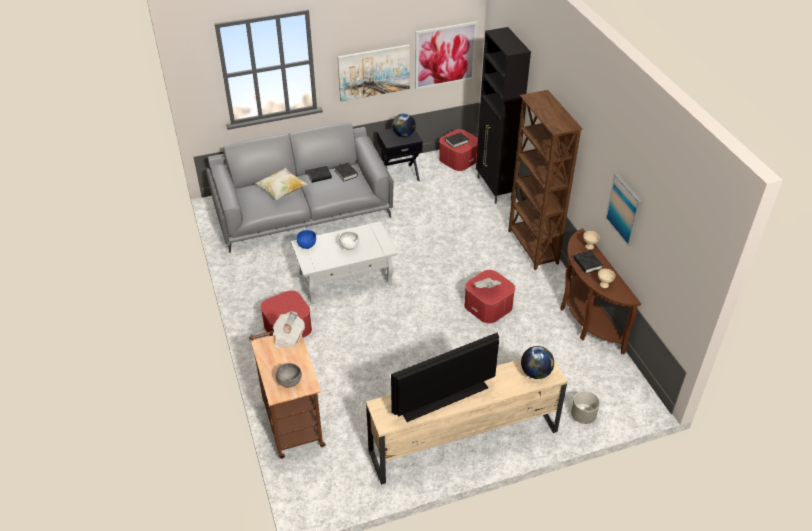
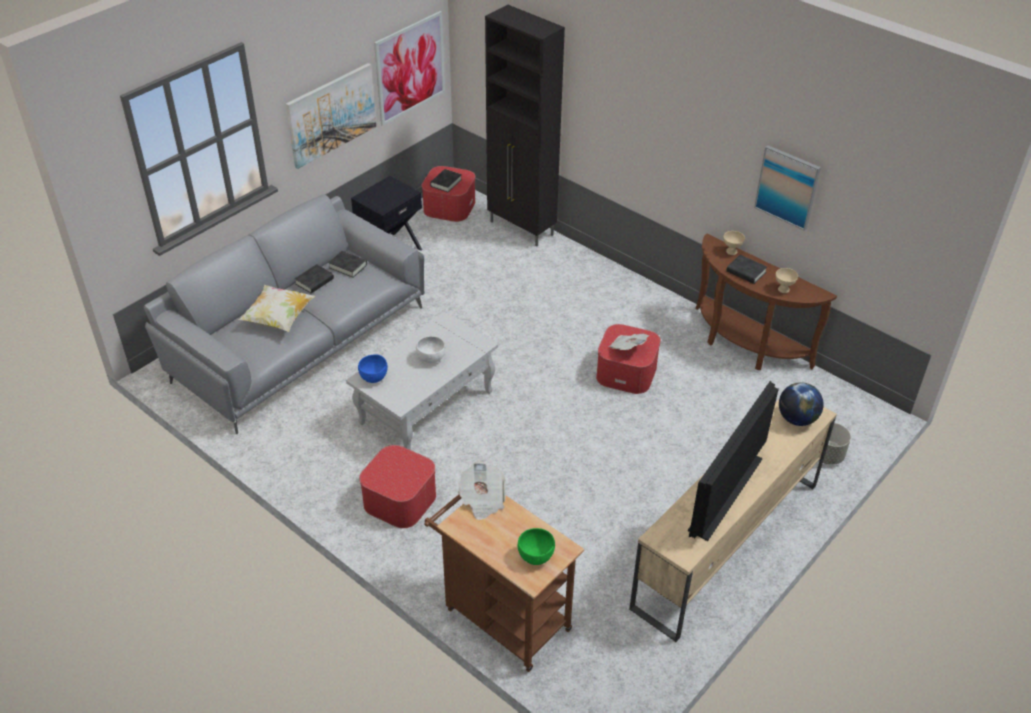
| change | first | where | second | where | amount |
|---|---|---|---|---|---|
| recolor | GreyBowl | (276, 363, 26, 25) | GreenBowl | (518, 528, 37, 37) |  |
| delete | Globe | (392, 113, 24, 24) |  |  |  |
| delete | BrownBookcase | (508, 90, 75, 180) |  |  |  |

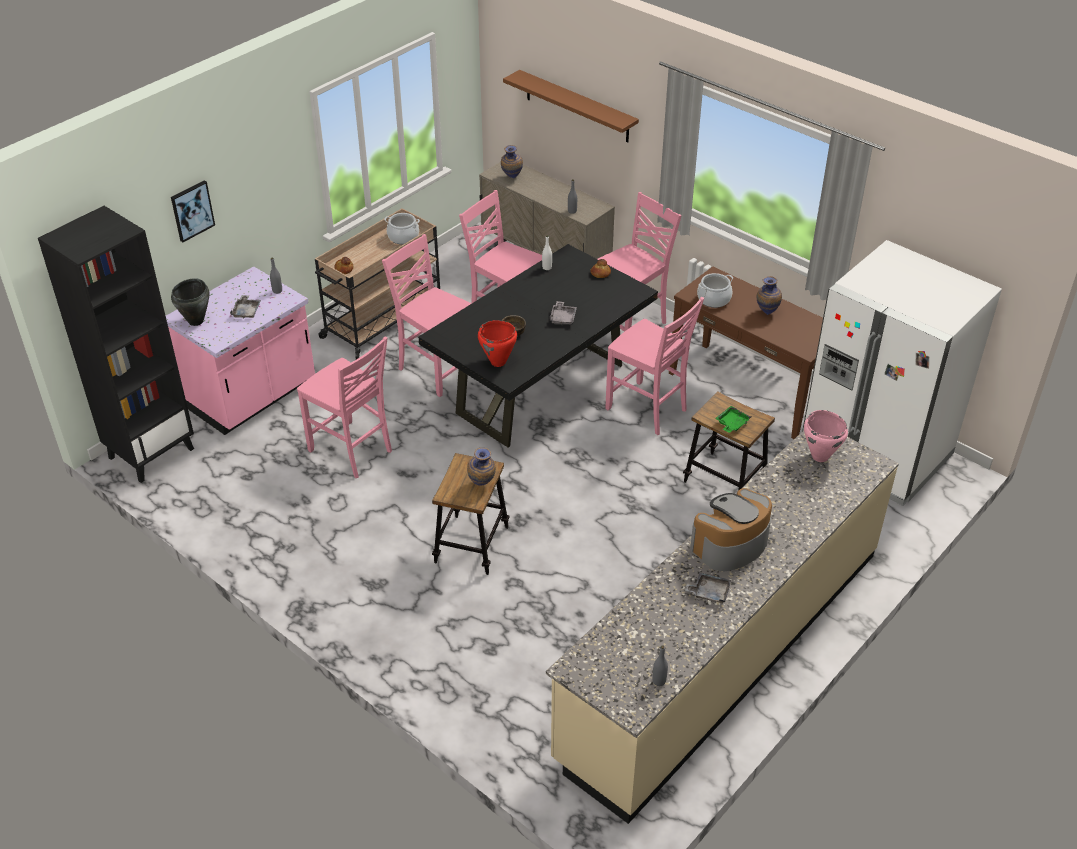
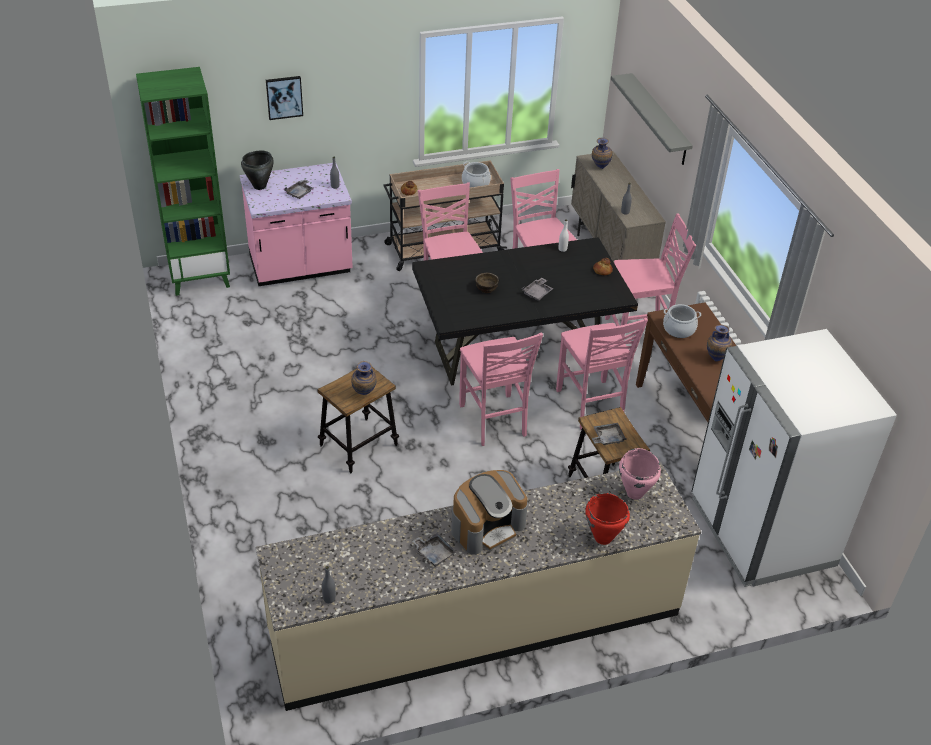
| change | first | where | second | where | amount |
|---|---|---|---|---|---|
| recolor | BlackBookcase | (38, 206, 156, 277) | GreenBookcase | (136, 67, 94, 229) |  |
| rotate | CoffeeMachine | (690, 488, 82, 83) |  | (451, 470, 77, 85) | 150 degrees clockwise |
| move | PinkChair | (297, 337, 95, 141) |  | (459, 332, 84, 114) |  |
| move | RedCookingPot | (478, 320, 39, 47) |  | (585, 493, 45, 52) |  |
| recolor | GreenTray | (715, 406, 37, 27) | GreyTray | (592, 423, 35, 22) |  |
| recolor | BrownShelf | (503, 70, 136, 73) | GreyShelf | (611, 73, 82, 92) |  |

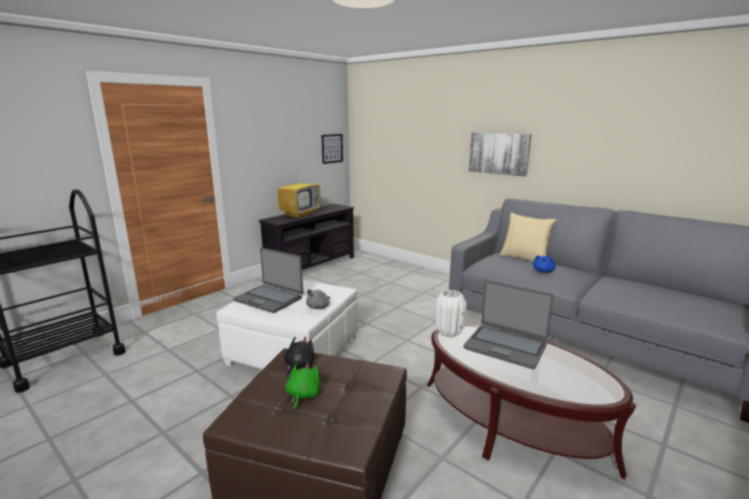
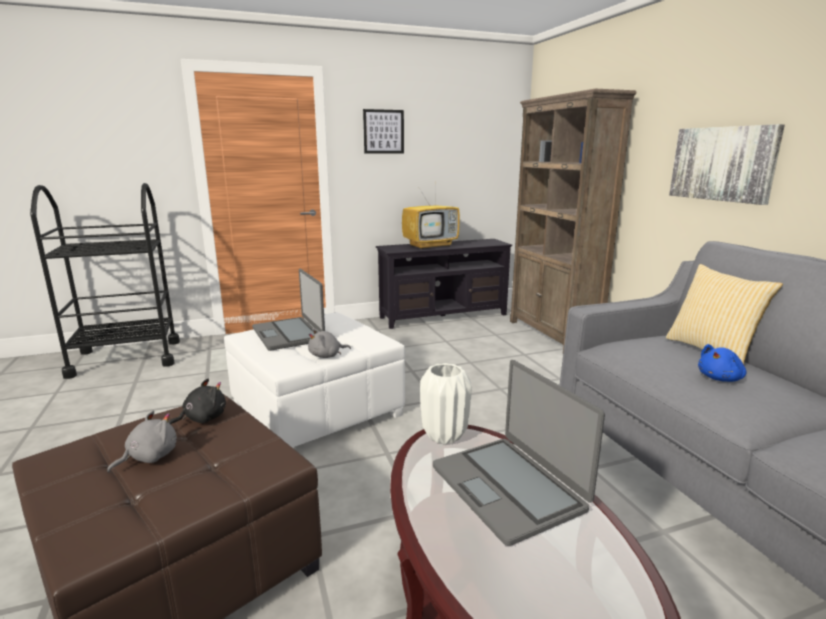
| change | first | where | second | where | amount |
|---|---|---|---|---|---|
| recolor | GreenPlushToy | (286, 363, 34, 48) | GreyPlushToy | (107, 410, 70, 63) |  |
| move | Picture | (321, 134, 22, 30) |  | (363, 109, 41, 45) |  |
| insert |  |  | BrownBookcase | (510, 89, 126, 263) |  |

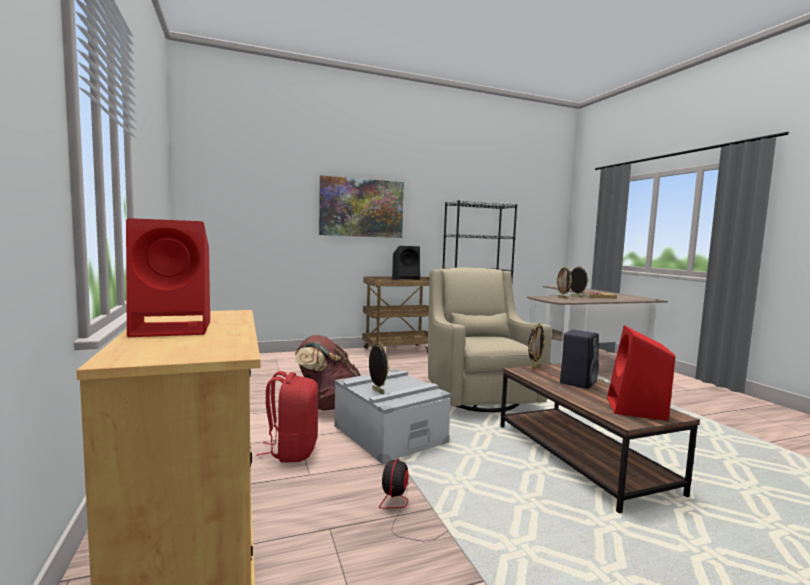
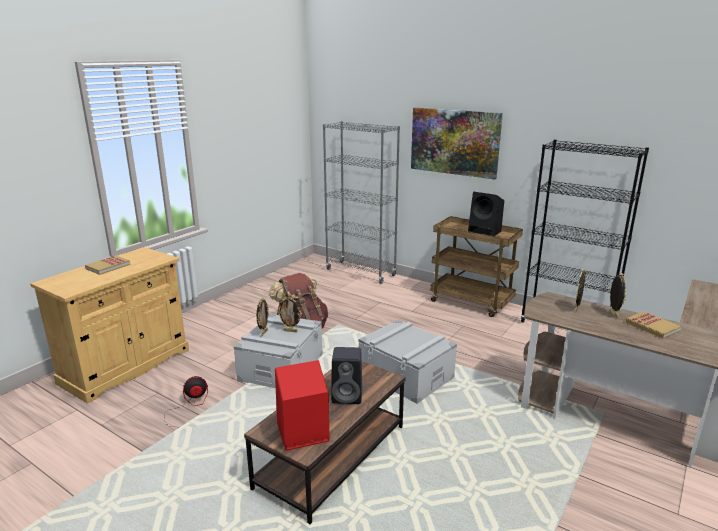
| change | first | where | second | where | amount |
|---|---|---|---|---|---|
| replace | RedSpeaker | (126, 218, 84, 119) | Book | (85, 256, 46, 19) |  |
| move | PictureFrame | (528, 323, 18, 46) |  | (277, 297, 25, 35) |  |
| insert |  |  | GreyBookcase | (323, 121, 77, 163) |  |
| replace | BeigeArmchair | (428, 267, 124, 145) | GreyStorageBox | (358, 319, 99, 85) |  |
| delete | RedBackpack | (256, 371, 62, 92) |  |  |  |

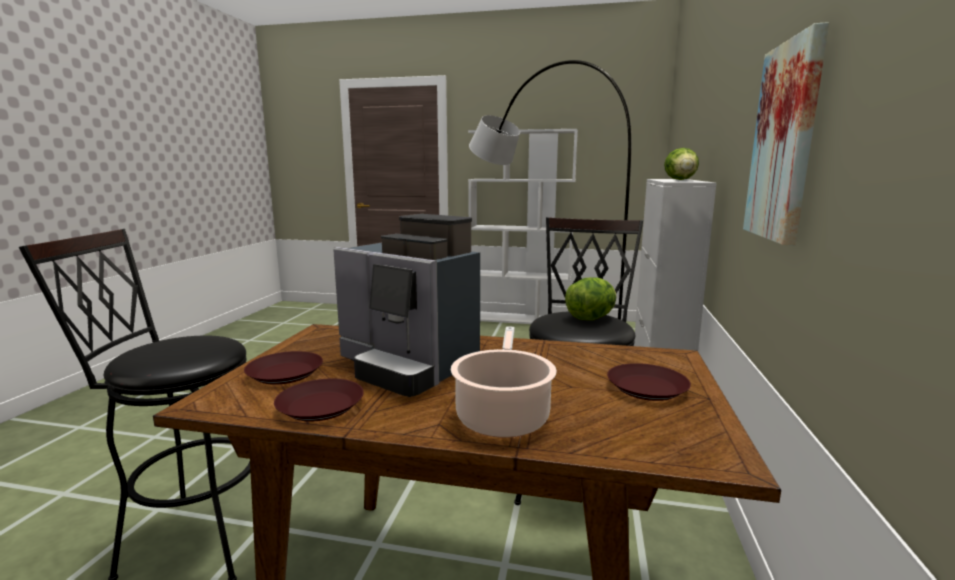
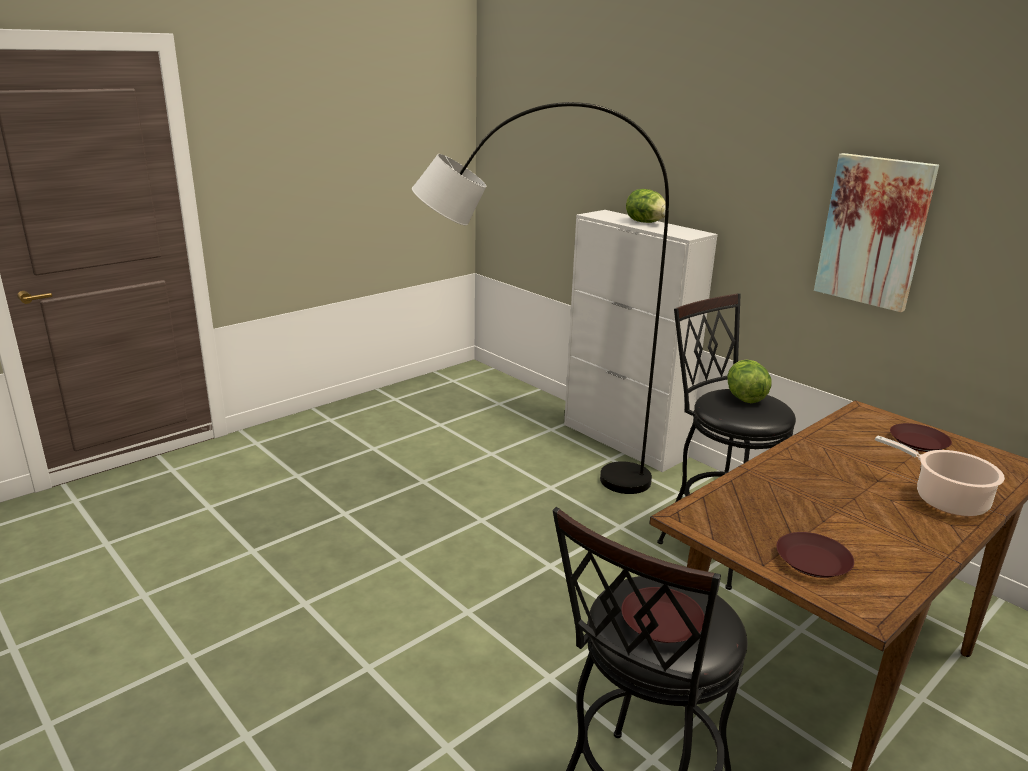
| change | first | where | second | where | amount |
|---|---|---|---|---|---|
| move | BrownPlate | (274, 379, 90, 42) |  | (621, 587, 84, 56) |  |
| delete | CoffeeMachine | (333, 214, 147, 183) |  |  |  |
| delete | WhiteBookcase | (468, 129, 110, 195) |  |  |  |

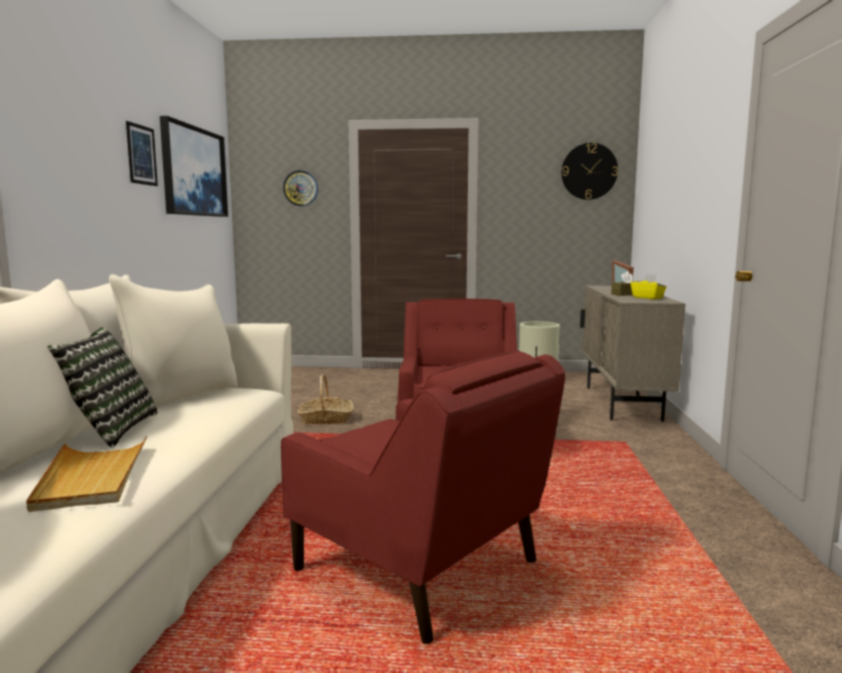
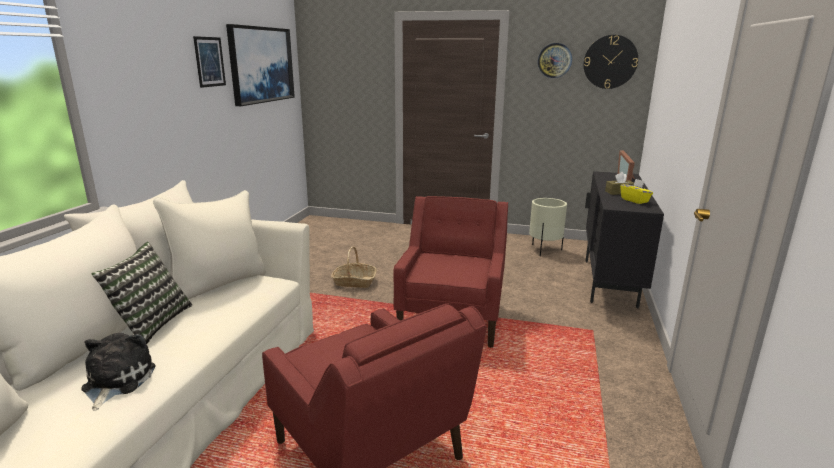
| change | first | where | second | where | amount |
|---|---|---|---|---|---|
| replace | BeigeTray | (26, 436, 121, 76) | PlushToy | (81, 333, 75, 77) |  |
| move | WallClock | (283, 170, 35, 36) |  | (538, 43, 34, 35) |  |
| recolor | BeigeCabinet | (580, 286, 105, 136) | BlackCabinet | (585, 171, 79, 137) |  |

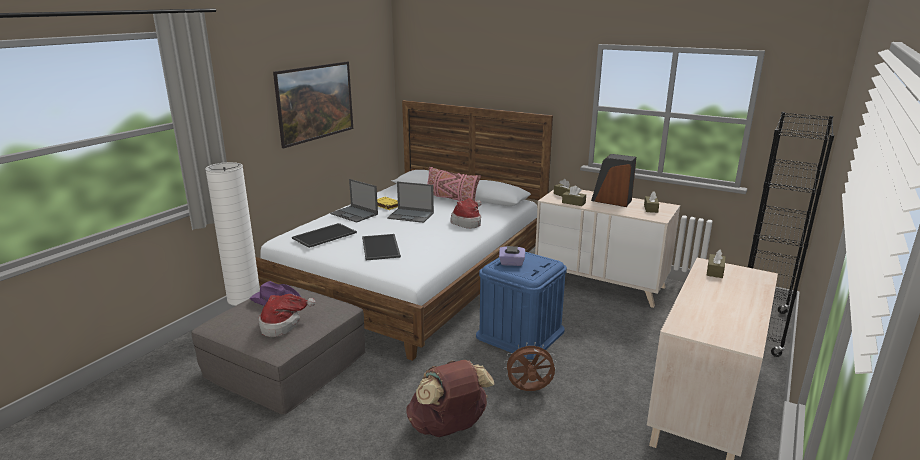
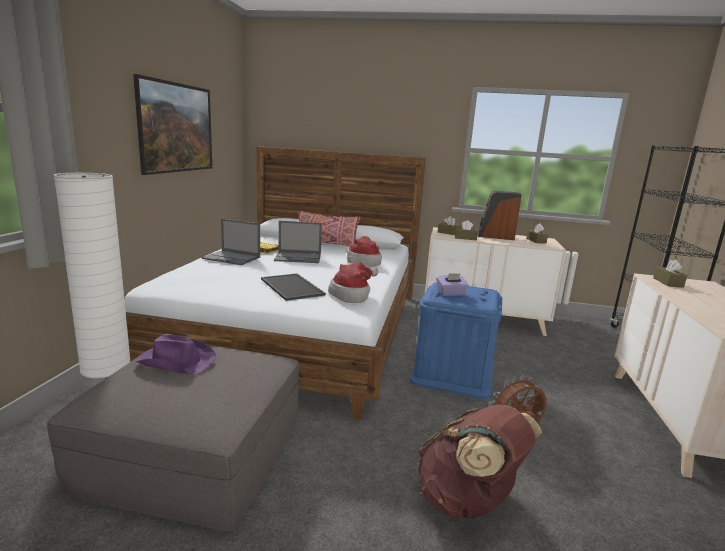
| change | first | where | second | where | amount |
|---|---|---|---|---|---|
| move | Hat | (259, 294, 57, 43) |  | (328, 262, 50, 41) |  |
| delete | Tray | (292, 223, 65, 25) |  |  |  |

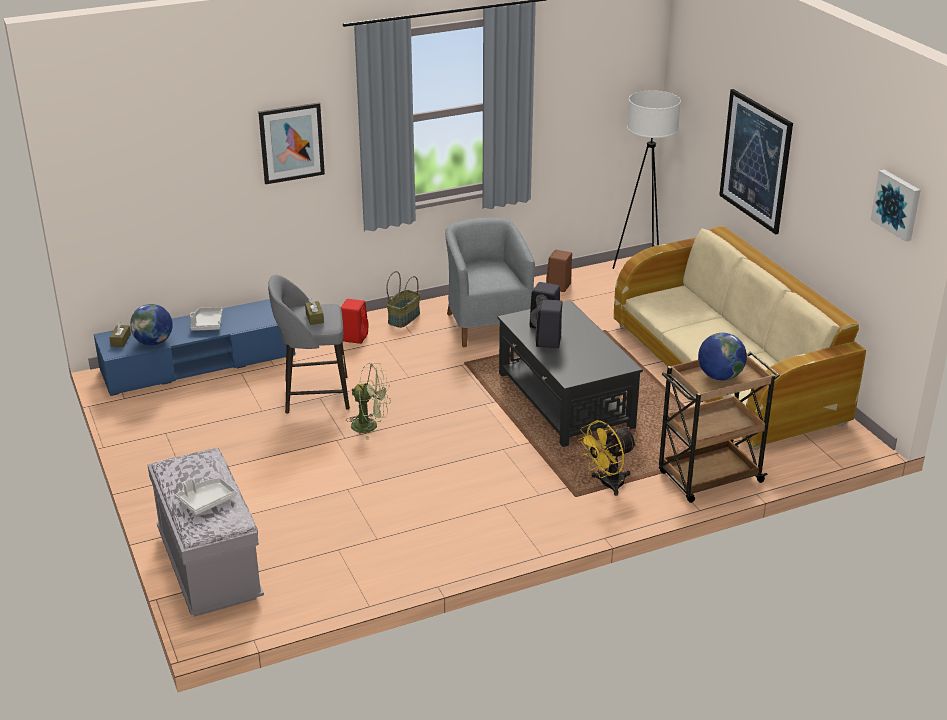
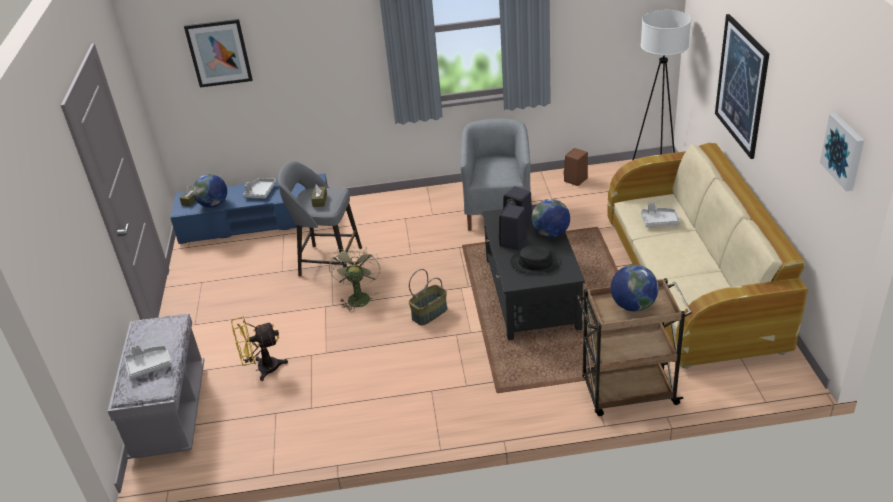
| change | first | where | second | where | amount |
|---|---|---|---|---|---|
| move | Picture | (258, 102, 67, 82) |  | (184, 19, 69, 68) |  |
| move | YellowFan | (577, 420, 60, 76) |  | (231, 316, 57, 65) |  |
| rotate | GreenFan | (347, 363, 43, 77) |  | (329, 245, 51, 67) | 120 degrees counterclockwise |
| move | Basket | (386, 271, 34, 57) |  | (409, 269, 39, 56) |  |
| insert |  |  | BlackHat | (510, 245, 51, 29) |  |
| insert |  |  | Globe | (531, 199, 39, 39) |  |
| insert |  |  | GreyTray | (641, 203, 39, 24) |  |
| delete | RedSpeaker | (341, 299, 27, 45) |  |  |  |

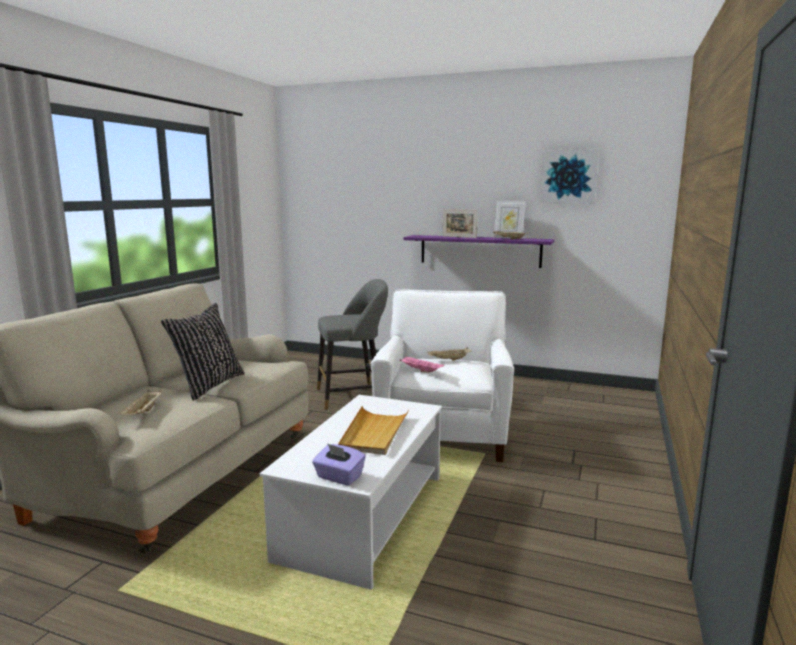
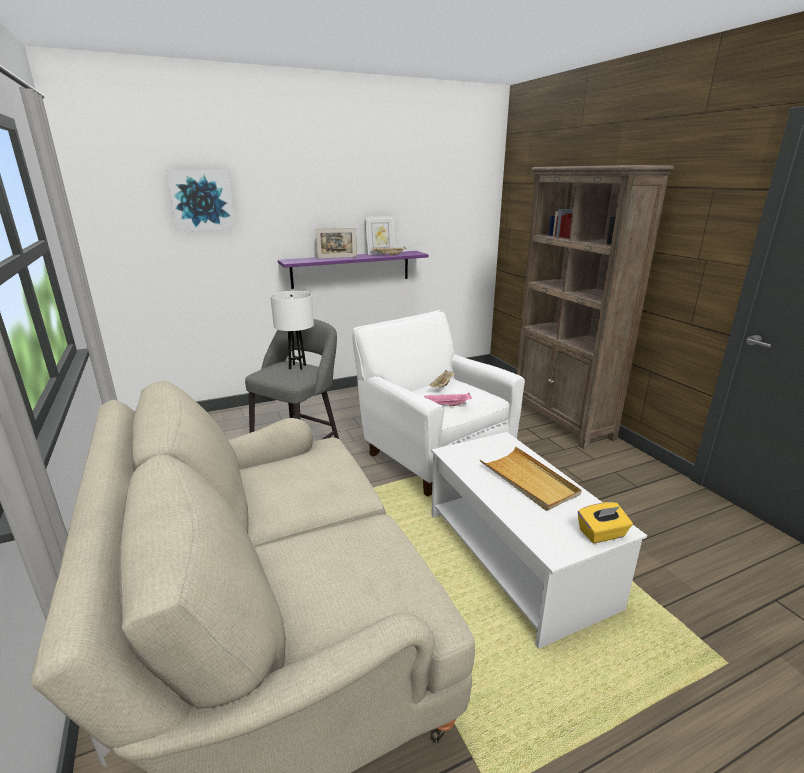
| change | first | where | second | where | amount |
|---|---|---|---|---|---|
| move | Picture | (541, 149, 58, 54) |  | (166, 170, 70, 62) |  |
| insert |  |  | WhiteTableLamp | (270, 291, 44, 79) |  |
| insert |  |  | BrownBookcase | (517, 165, 157, 284) |  |
| recolor | PurpleTissueBox | (312, 443, 54, 43) | YellowTissueBox | (578, 502, 55, 41) |  |
| delete | BeigeTray | (119, 390, 43, 25) |  |  |  |
| delete | BlackPillow | (161, 303, 84, 98) |  |  |  |

